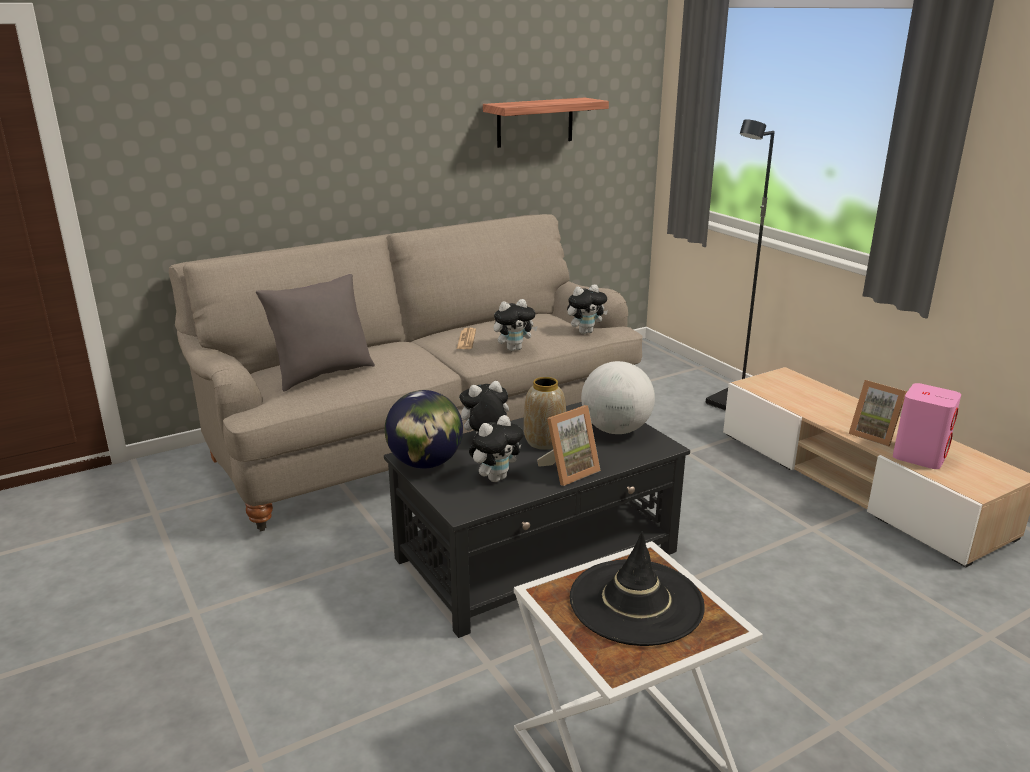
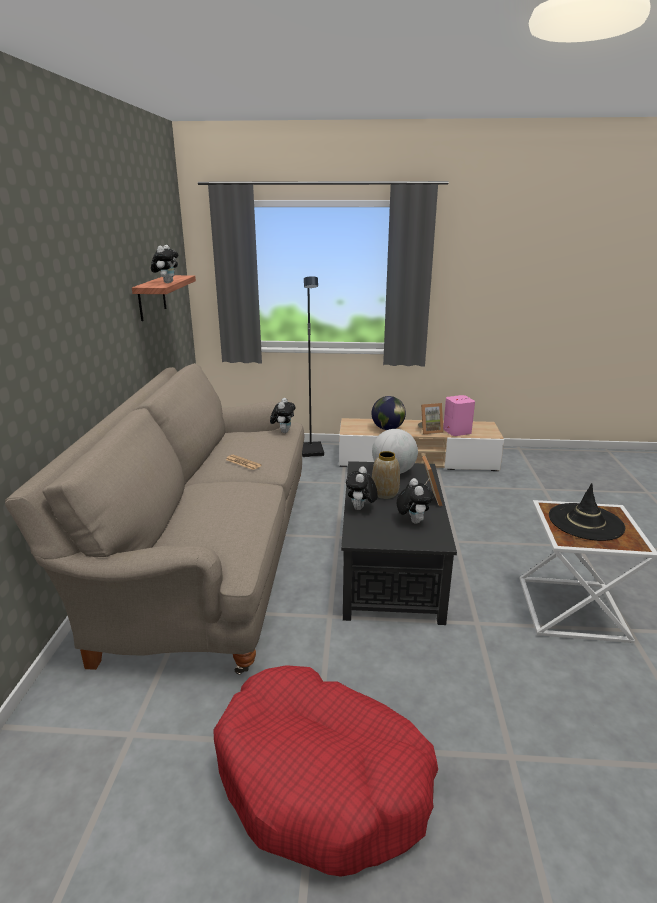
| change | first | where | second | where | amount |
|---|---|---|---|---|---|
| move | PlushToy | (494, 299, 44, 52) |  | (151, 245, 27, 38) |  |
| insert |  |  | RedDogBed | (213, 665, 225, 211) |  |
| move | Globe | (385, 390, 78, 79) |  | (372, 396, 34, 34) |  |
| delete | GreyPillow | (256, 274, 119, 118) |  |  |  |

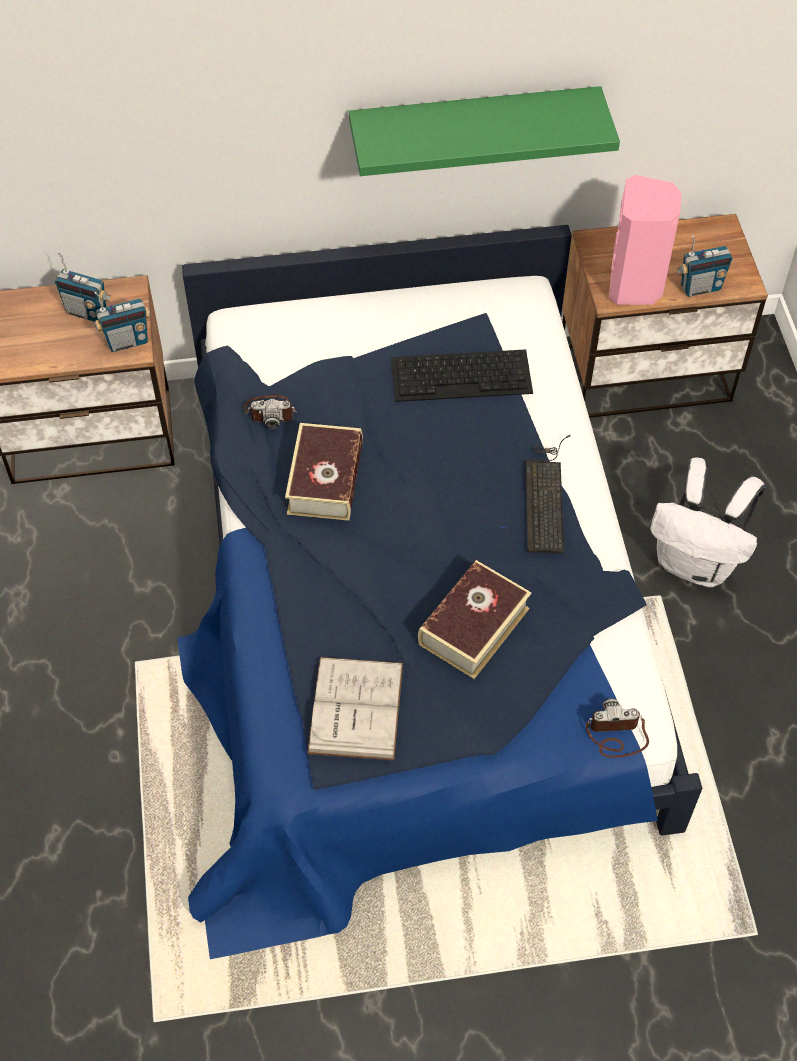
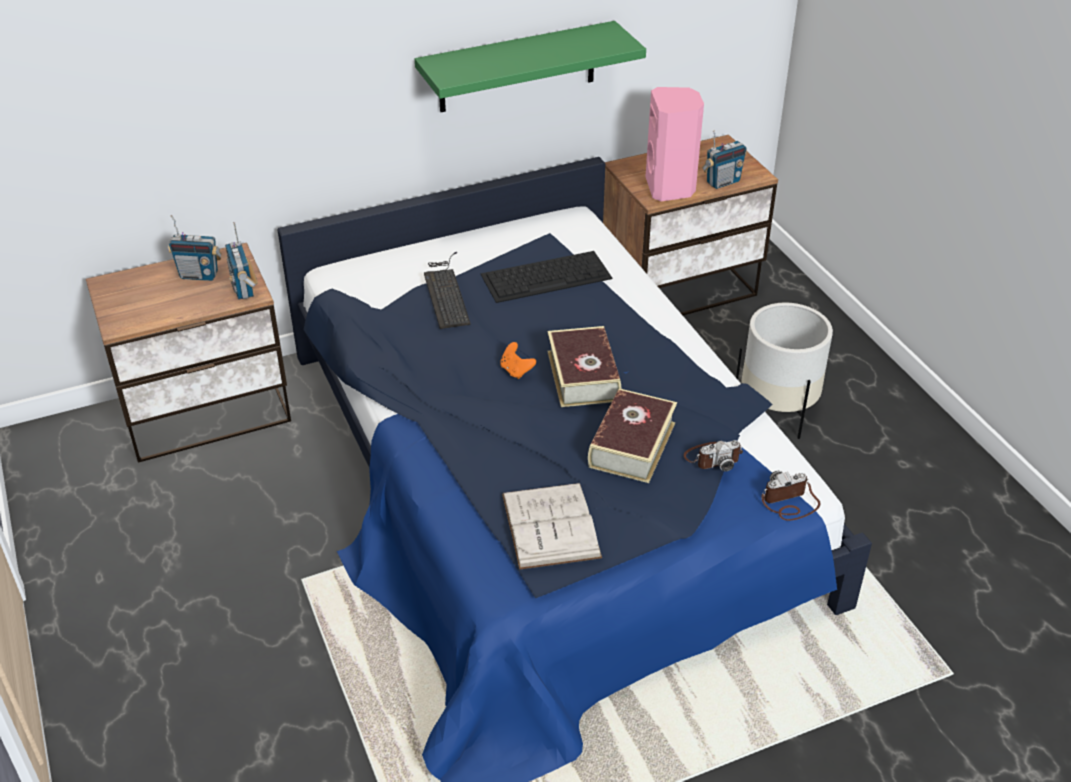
| change | first | where | second | where | amount |
|---|---|---|---|---|---|
| rotate | Radio | (94, 292, 57, 60) |  | (225, 222, 33, 78) | 105 degrees clockwise |
| move | Keyboard | (526, 435, 44, 118) |  | (424, 252, 47, 77) |  |
| insert |  |  | OrangeGameController | (500, 342, 36, 37) |  |
| move | Book | (285, 423, 78, 98) |  | (547, 326, 74, 81) |  |
| move | PhotoCamera | (244, 395, 53, 34) |  | (684, 440, 59, 32) |  |
| replace | WhiteBackpack | (650, 457, 116, 130) | WhitePlanter | (736, 303, 97, 136) |  |

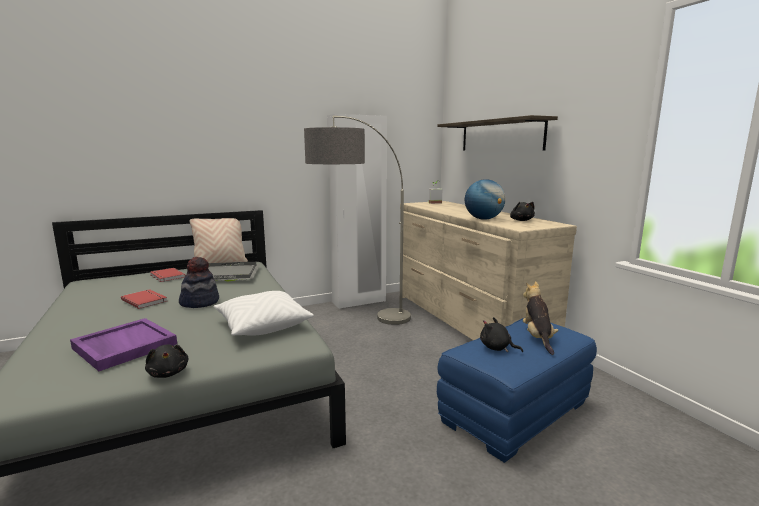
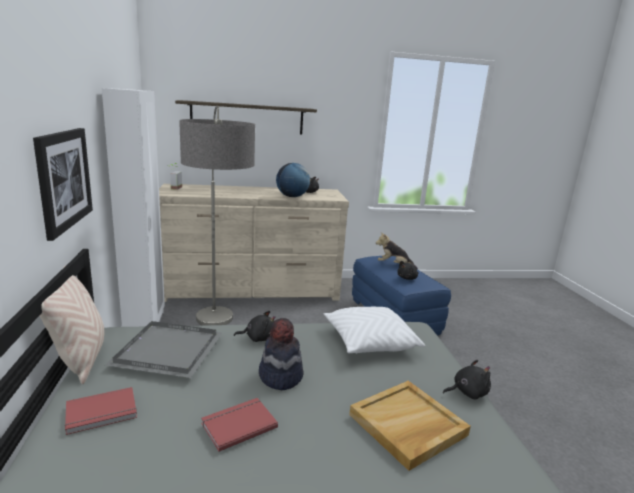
| change | first | where | second | where | amount |
|---|---|---|---|---|---|
| insert |  |  | Picture | (33, 128, 60, 113) |  |
| insert |  |  | BlackPlushToy | (234, 311, 41, 31) |  |
| recolor | PurpleTray | (70, 318, 107, 53) | BeigeTray | (349, 381, 122, 90) |  |

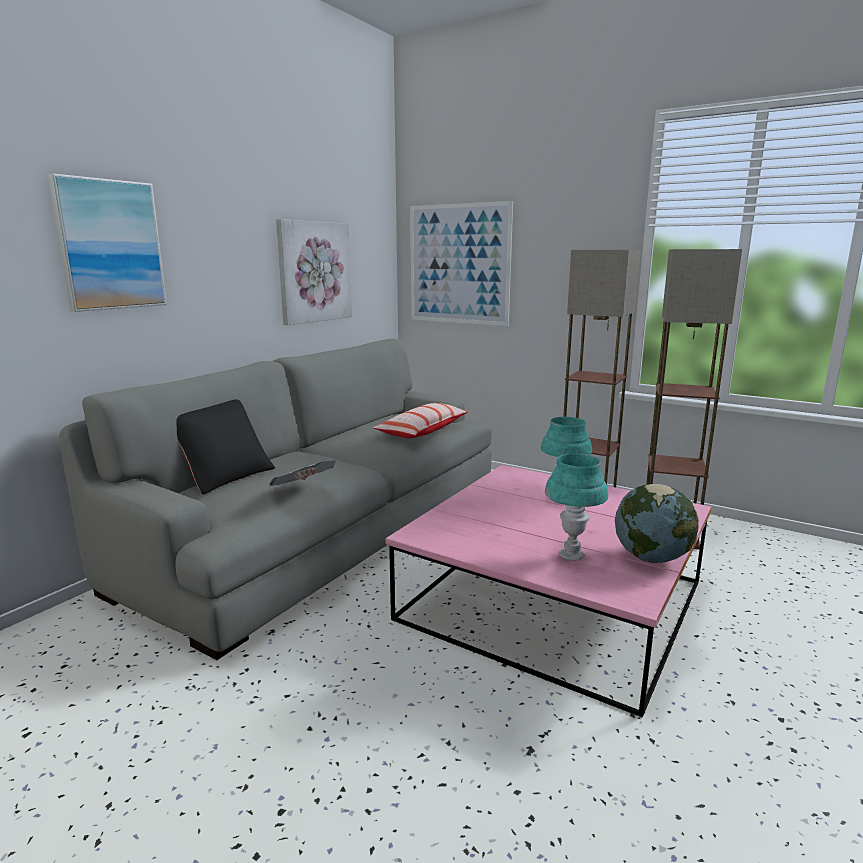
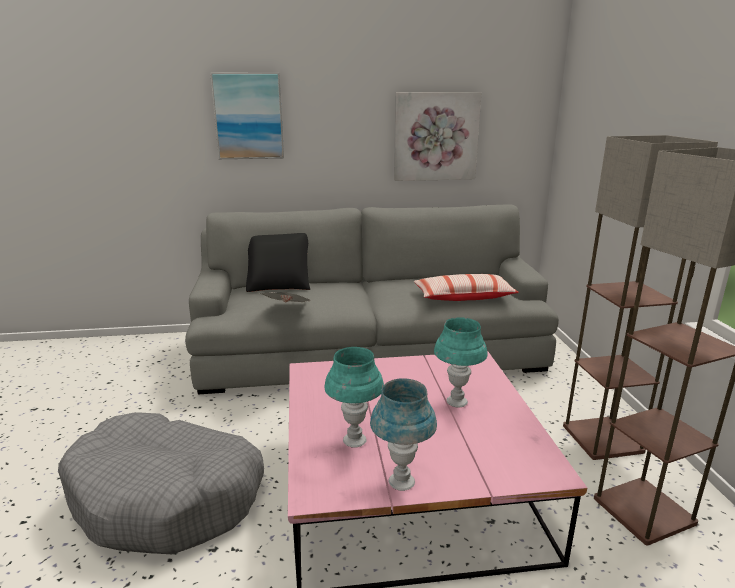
| change | first | where | second | where | amount |
|---|---|---|---|---|---|
| insert |  |  | GreyDogBed | (58, 412, 206, 142) |  |
| replace | Globe | (615, 484, 84, 79) | BlueTableLamp | (370, 378, 67, 113) |  |
| delete | Picture | (410, 201, 103, 125) |  |  |  |

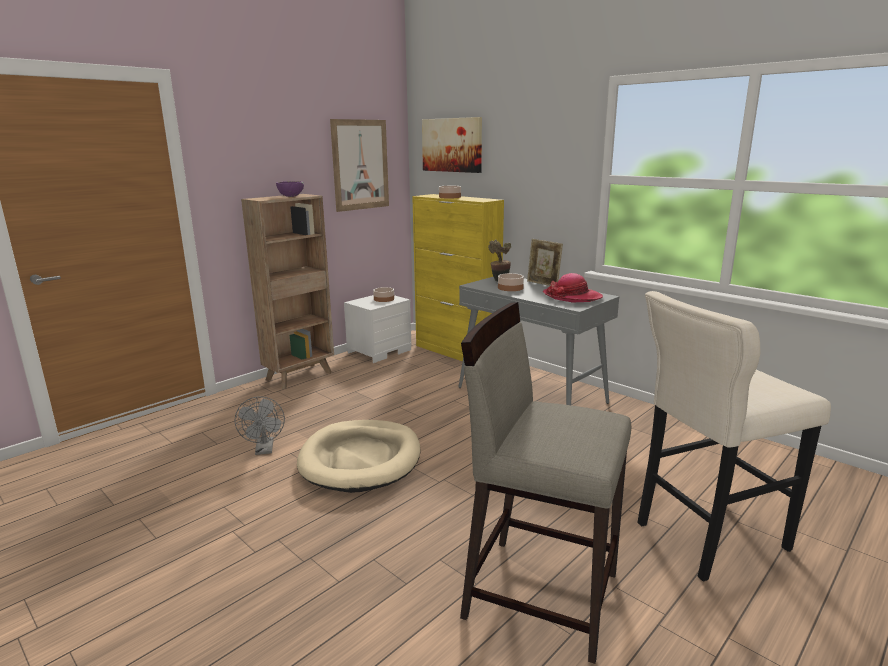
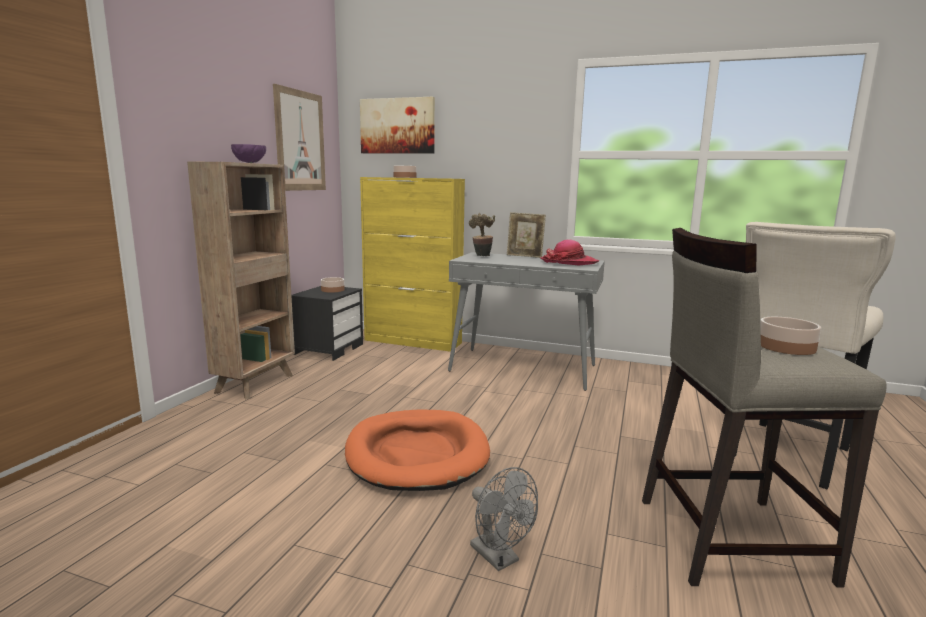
| change | first | where | second | where | amount |
|---|---|---|---|---|---|
| recolor | WhiteNightstand | (344, 295, 68, 68) | BlackNightstand | (291, 286, 72, 75) |  |
| recolor | BeigeDogBed | (297, 420, 123, 73) | OrangeDogBed | (345, 410, 145, 81) |  |
| move | GreyFan | (235, 396, 50, 59) |  | (470, 467, 68, 104) |  |
| move | Bowl | (498, 273, 26, 18) |  | (760, 317, 61, 38) |  |

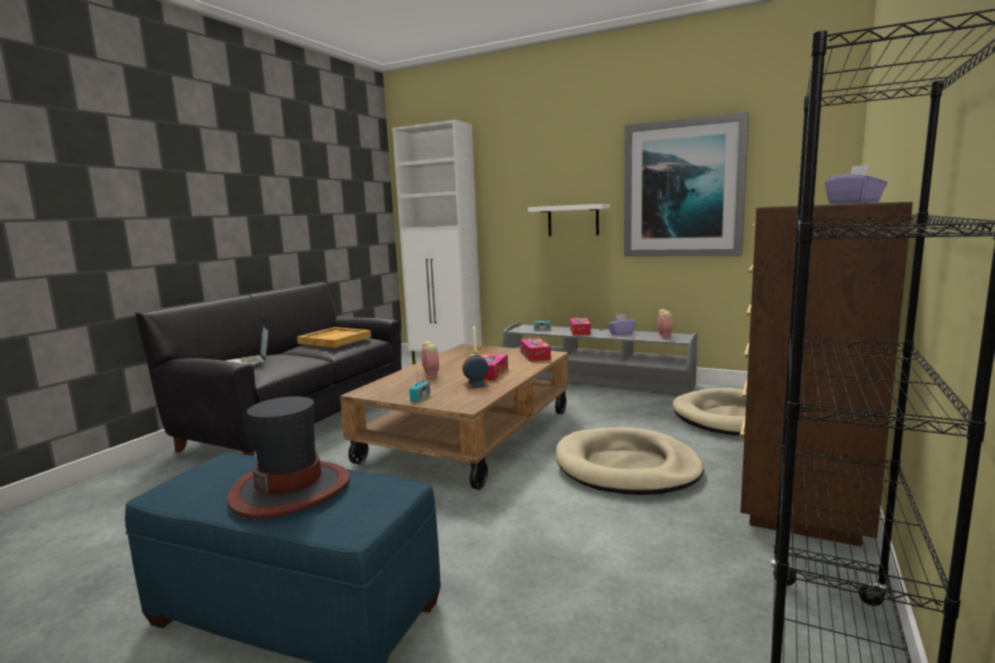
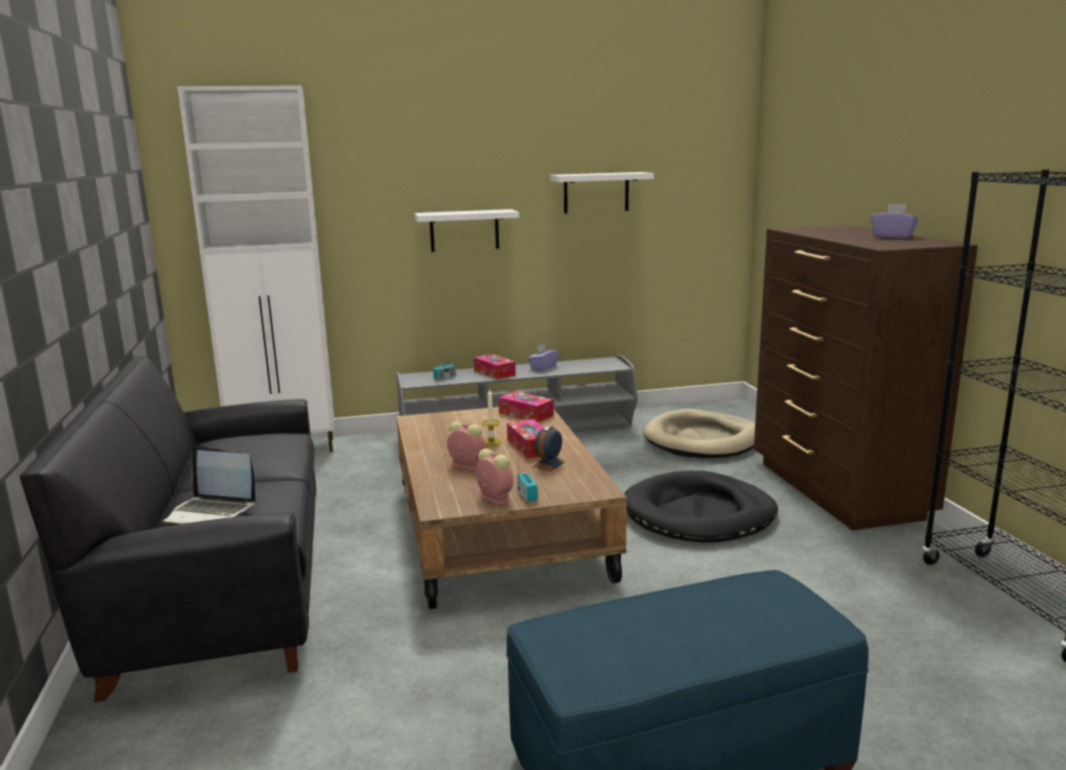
| change | first | where | second | where | amount |
|---|---|---|---|---|---|
| move | AlarmClock | (657, 309, 16, 29) |  | (476, 449, 37, 57) |  |
| replace | Picture | (624, 112, 125, 144) | WhiteShelf | (550, 172, 104, 42) |  |
| recolor | BeigeDogBed | (556, 427, 148, 68) | BlackDogBed | (624, 471, 154, 72) |  |
| delete | Hat | (227, 396, 123, 122) |  |  |  |
| delete | BeigeTray | (297, 327, 74, 21) |  |  |  |

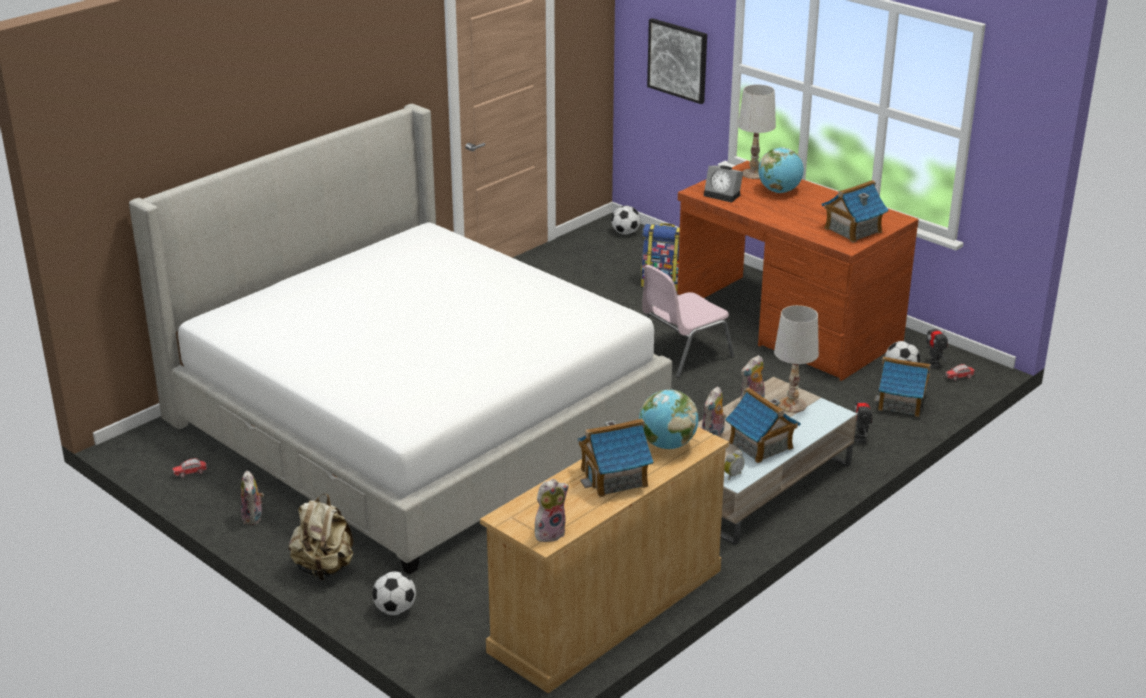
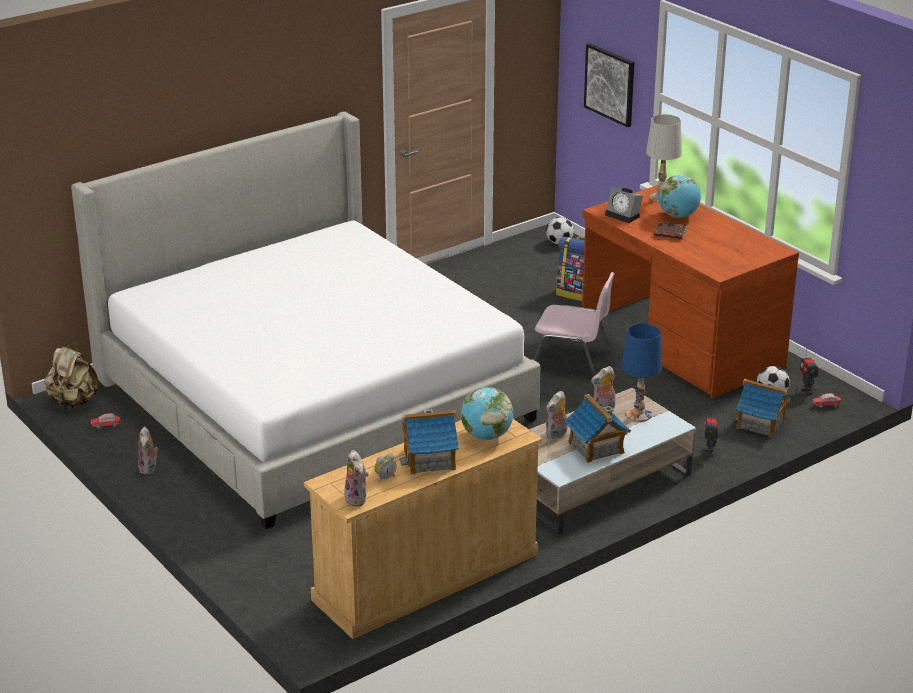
| change | first | where | second | where | amount |
|---|---|---|---|---|---|
| move | BeigeBackpack | (289, 494, 64, 86) |  | (44, 342, 55, 68) |  |
| rotate | PlushToy | (535, 479, 34, 65) |  | (344, 450, 25, 56) | 90 degrees clockwise |
| move | AlarmClock | (724, 450, 20, 30) |  | (374, 453, 23, 29) |  |
| rotate | PinkChair | (642, 265, 92, 113) |  | (533, 272, 82, 105) | 135 degrees counterclockwise |
| recolor | WhiteTableLamp | (774, 305, 45, 108) | BlueTableLamp | (621, 323, 41, 99) |  |
| insert |  |  | BrownBook | (654, 222, 33, 18) |  |
| delete | Football | (372, 571, 44, 44) |  |  |  |
| delete | ToyHouse | (822, 180, 67, 63) |  |  |  |

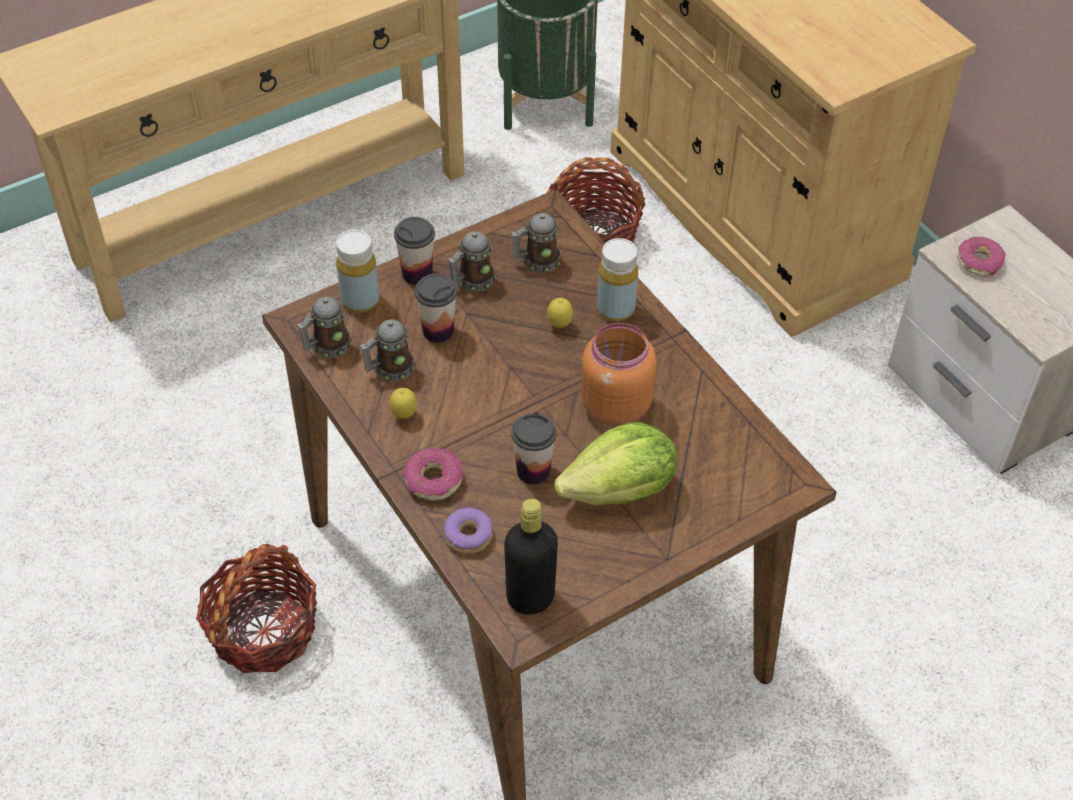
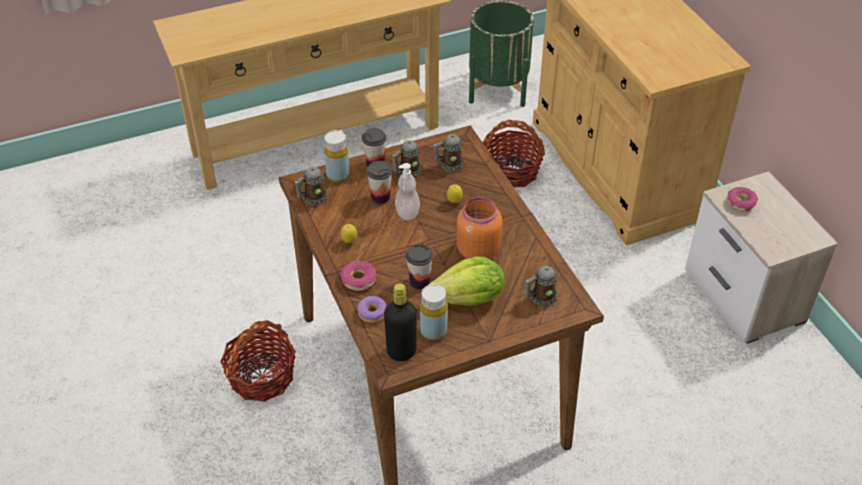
| change | first | where | second | where | amount |
|---|---|---|---|---|---|
| insert |  |  | SoapDispenser | (395, 163, 25, 57) |  |
| move | YellowBottle | (597, 238, 41, 83) |  | (420, 284, 28, 56) |  |
| move | Mug | (360, 319, 55, 62) |  | (525, 266, 32, 40) |  |

